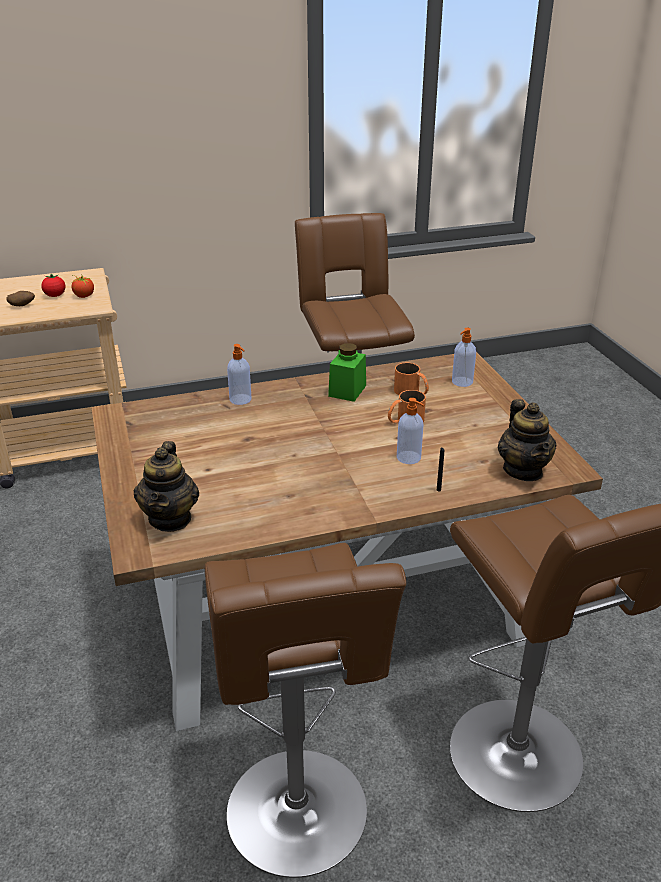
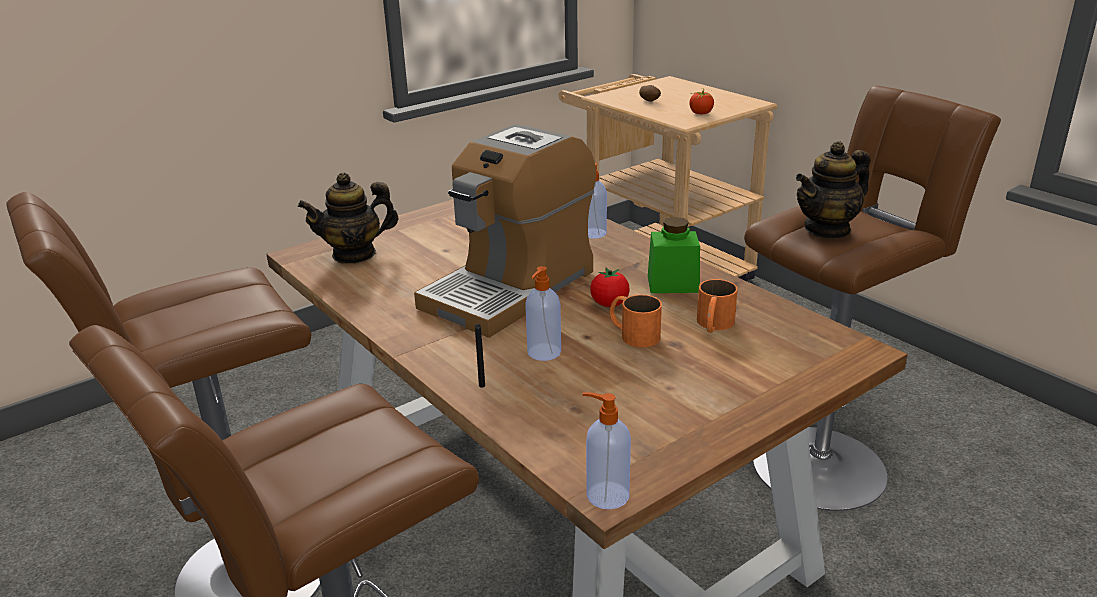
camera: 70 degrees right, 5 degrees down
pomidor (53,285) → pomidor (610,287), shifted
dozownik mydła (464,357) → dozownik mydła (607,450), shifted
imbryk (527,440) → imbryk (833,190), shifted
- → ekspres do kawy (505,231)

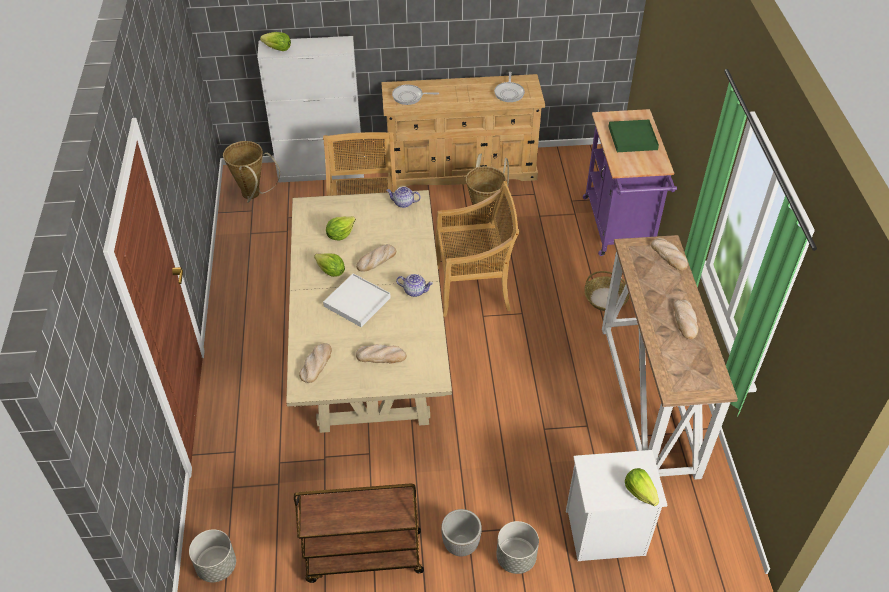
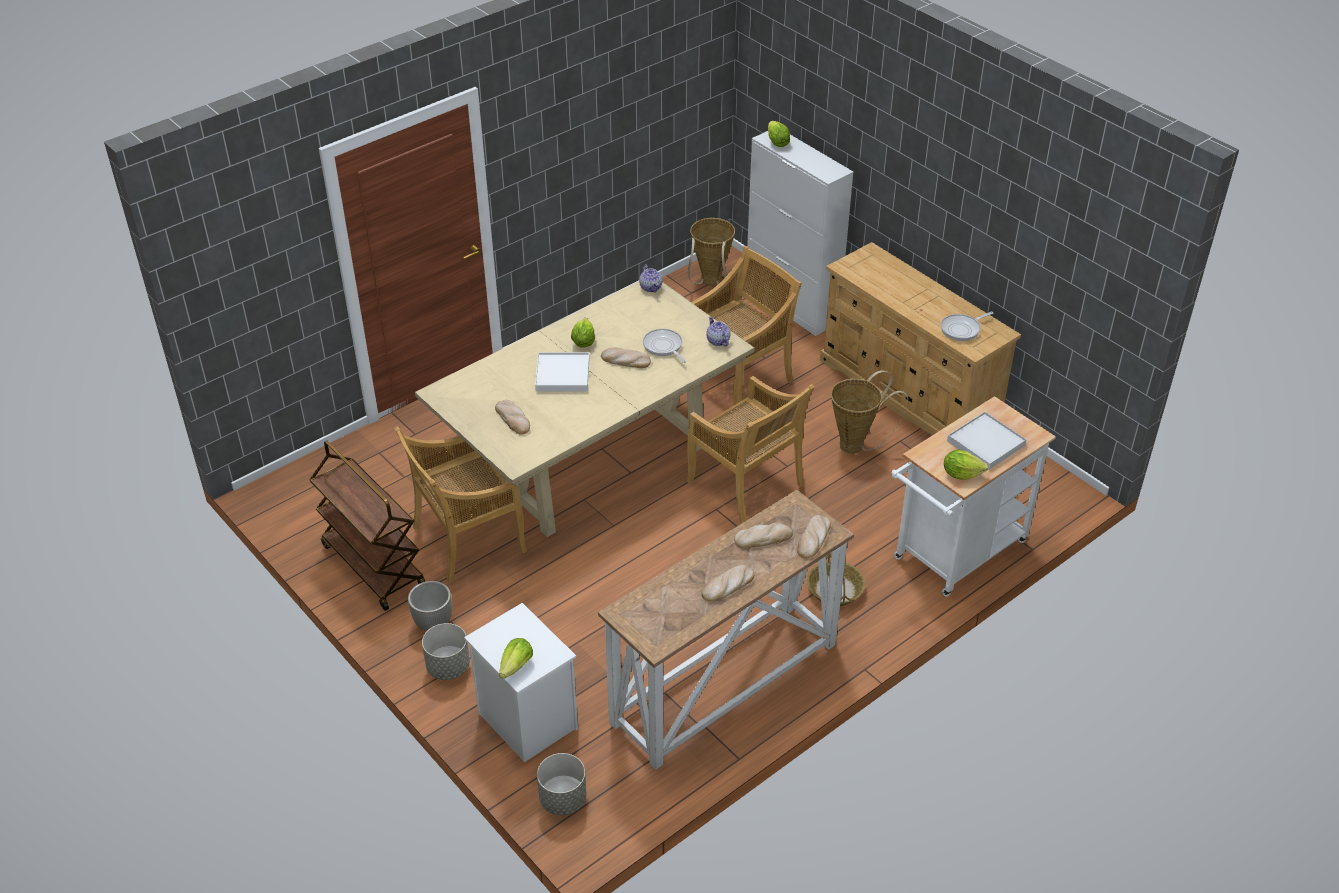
camera: 55 degrees right, 5 degrees down
donica (szary) (212,555) → donica (szary) (562,784), shifted
chleb (315,363) → chleb (763,535), shifted
sałata (341,228) → sałata (966,465), shifted
patelnia (415,95) → patelnia (664,346), shifted
imbryk (414,285) → imbryk (650,278), shifted
wózek (fioletowy) (630,182) → wózek (biały) (973,496)
taca (zielony) (633,136) → taca (biały) (987,441)
- → krzesło (beżowy) (460,504)

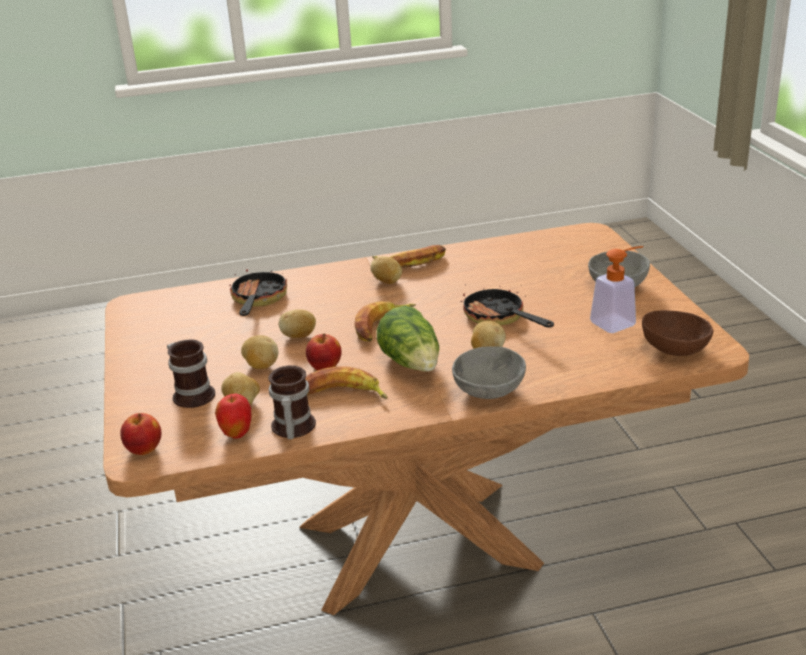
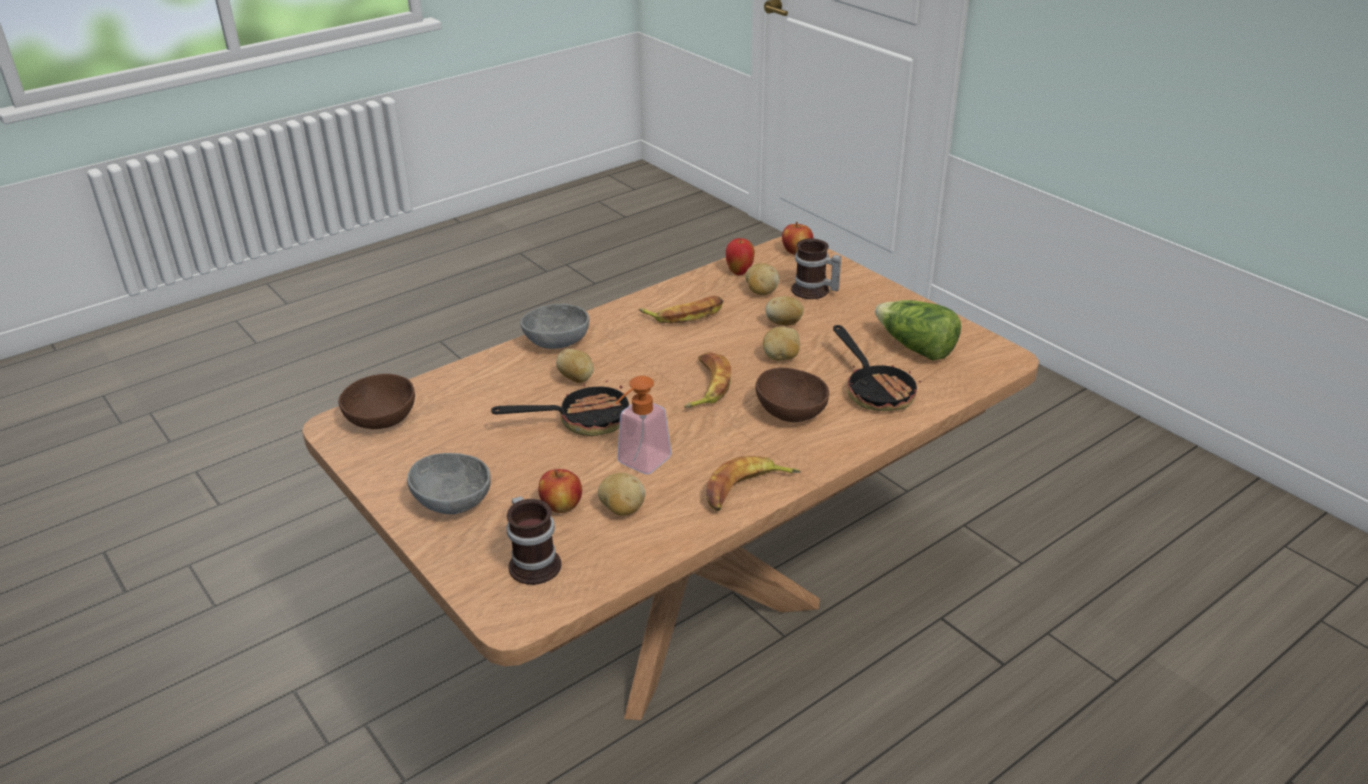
camera: 155 degrees right, 5 degrees up
kubek (292,402) → kubek (533,540), shifted
jabłko (324,351) → jabłko (560,491), shifted
ziemniak (386,270) → ziemniak (621,494), shifted
sałata (408,339) → sałata (918,330), shifted
patelnia (507,307) → patelnia (560,408), 45 degrees counterclockwise
dozownik mydła (616,289) → dozownik mydła (643,425), shifted
- → miska (brązowy) (792,395)

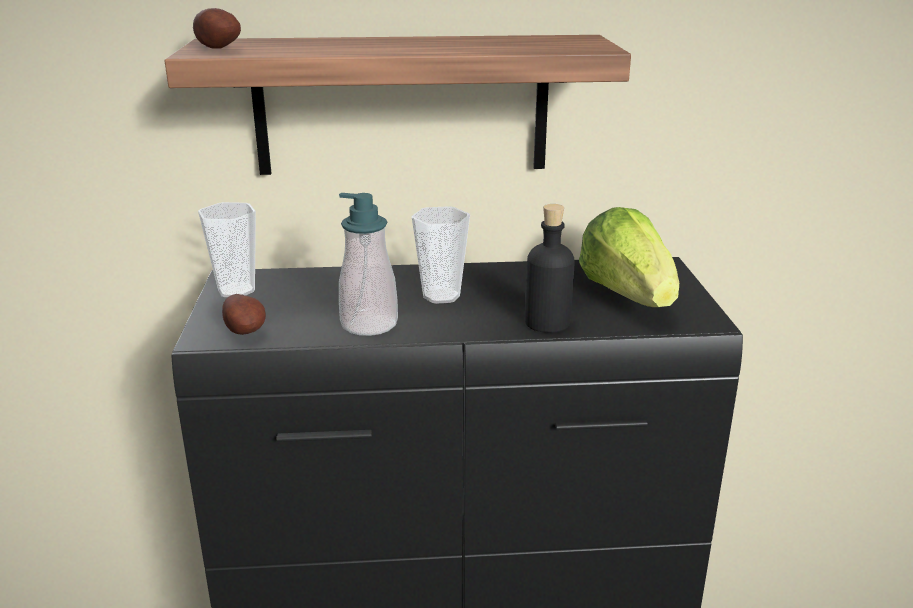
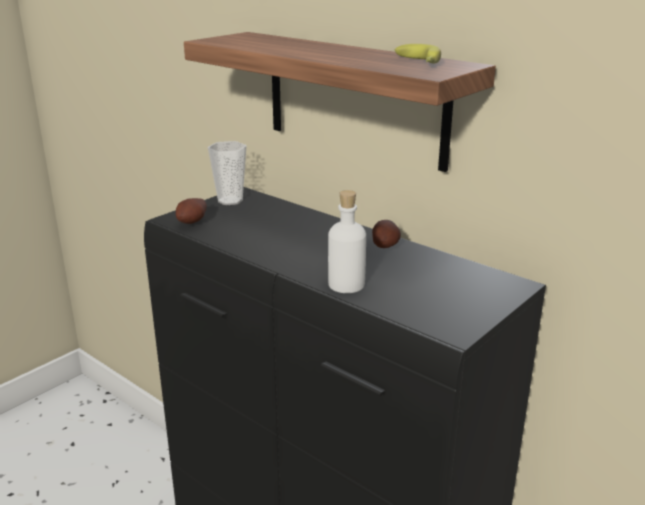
camera: 45 degrees right, 0 degrees up
ziemniak (217,28) → ziemniak (386,234), shifted
dozownik mydła (368,264) → -
filiżanka (440,255) → -
butelka (czarny) (550,268) → butelka (biały) (347,241)
sałata (629,257) → -
- → banan (417,54)

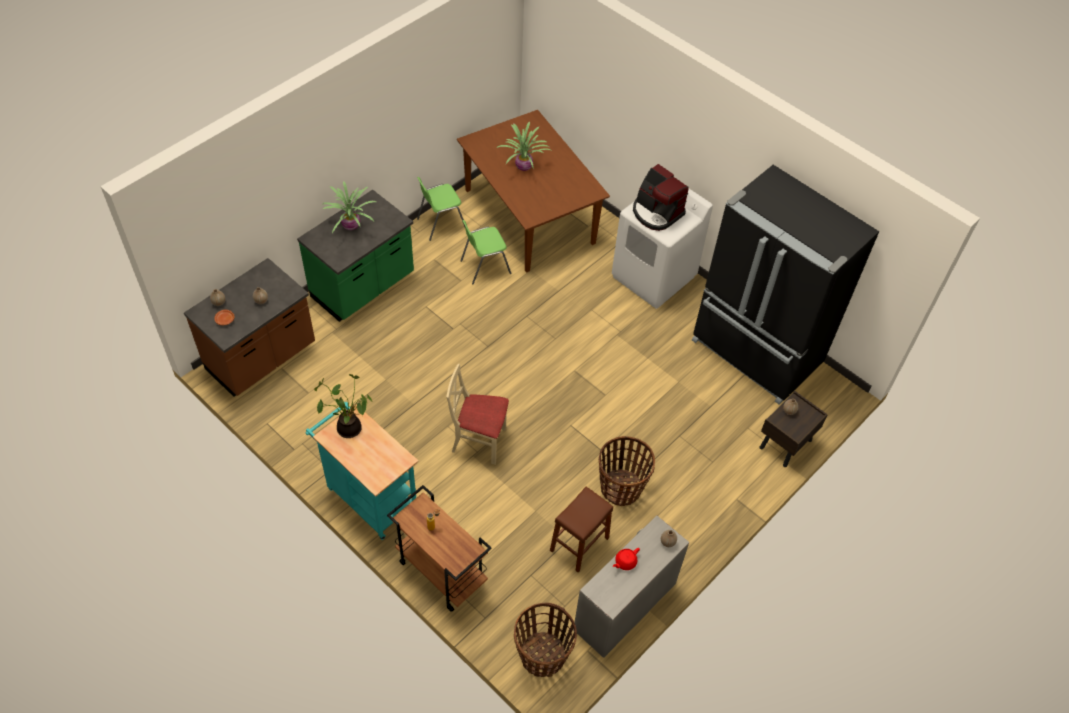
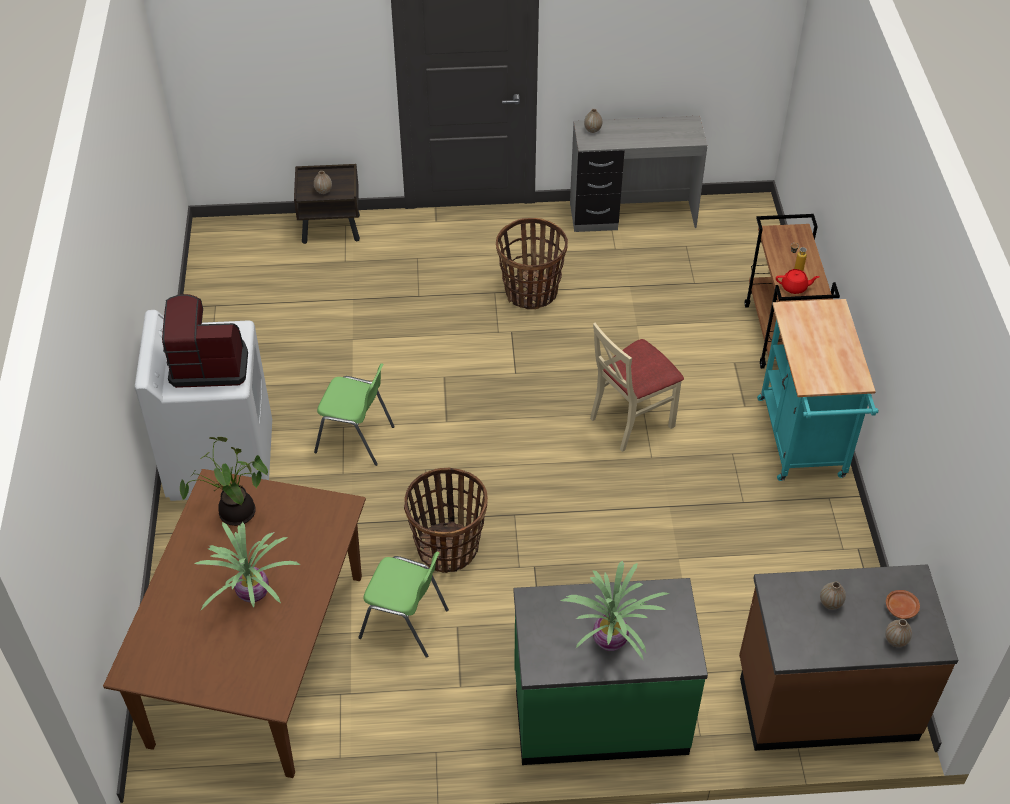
camera: 135 degrees left, 5 degrees down
roślina doniczkowa (343,406) → roślina doniczkowa (224,481), shifted
krzesło (zielony) (441,209) → krzesło (zielony) (354,414), shifted
krzesło (beżowy) (477,414) → krzesło (beżowy) (637,387), 90 degrees clockwise
koszyk (545,640) → koszyk (446,520), shifted
stołek (brązowy) (581,529) → -
imbryk (czerwony) (626,559) → imbryk (czerwony) (797,281), shifted
ekspres do kawy (661,197) → ekspres do kawy (205,341), 90 degrees counterclockwise
lodówka (czarny) (785,284) → -

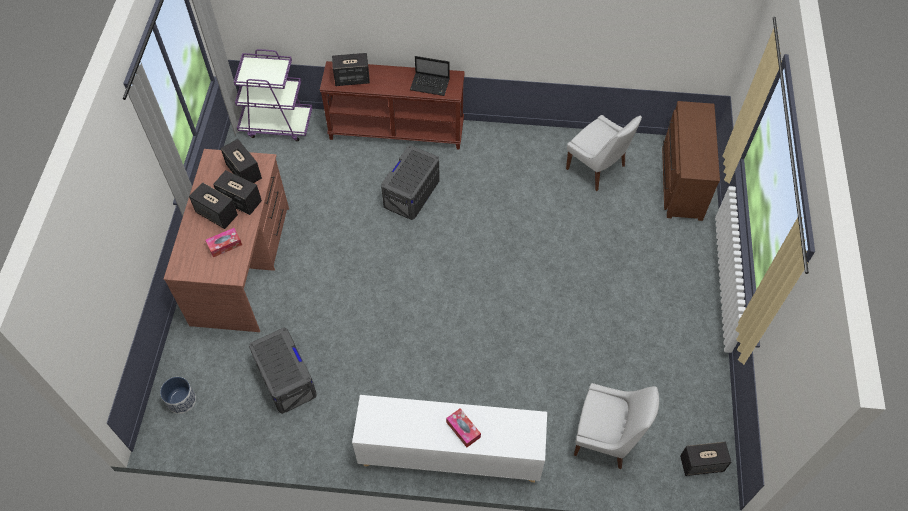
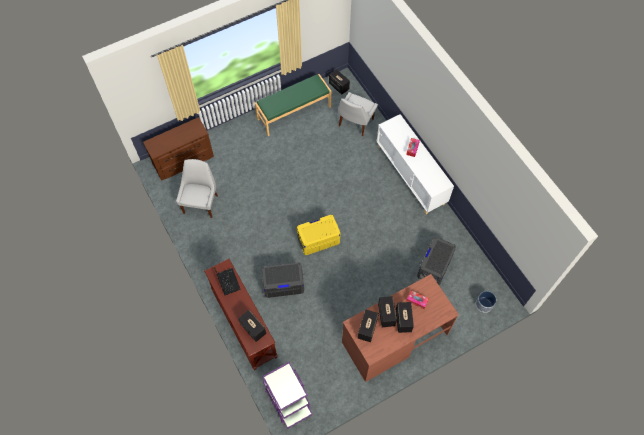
camera: 125 degrees left, 5 degrees up
krzesło (biały) (616,426) → krzesło (biały) (358,114), 135 degrees counterclockwise
- → ławka (zielony) (293,105)
- → pojemnik do przechowywania (żółty) (318,235)

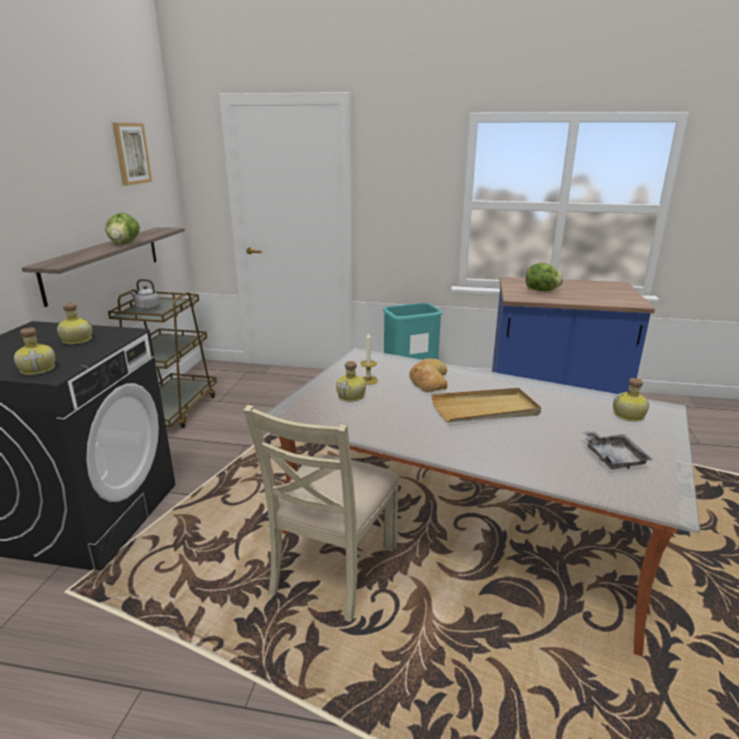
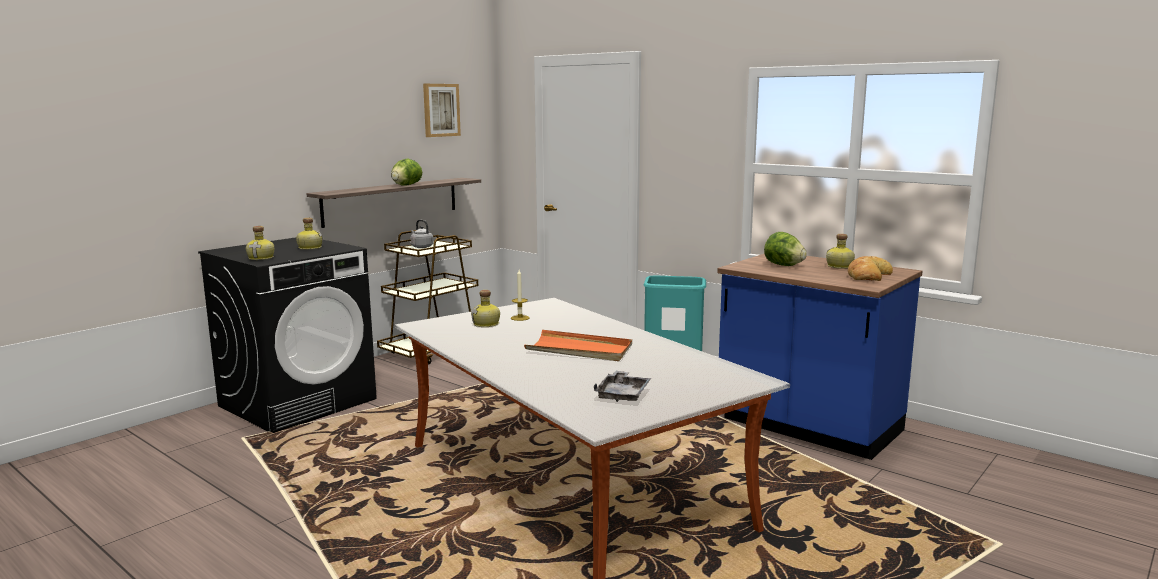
camera: 30 degrees right, 10 degrees down
krzesło (beżowy) (321,513) → -
chleb (428,375) → chleb (870,268), shifted
taca (beżowy) (486,405) → taca (pomarańczowy) (578,345)
butelka (631,399) → butelka (840,251), shifted

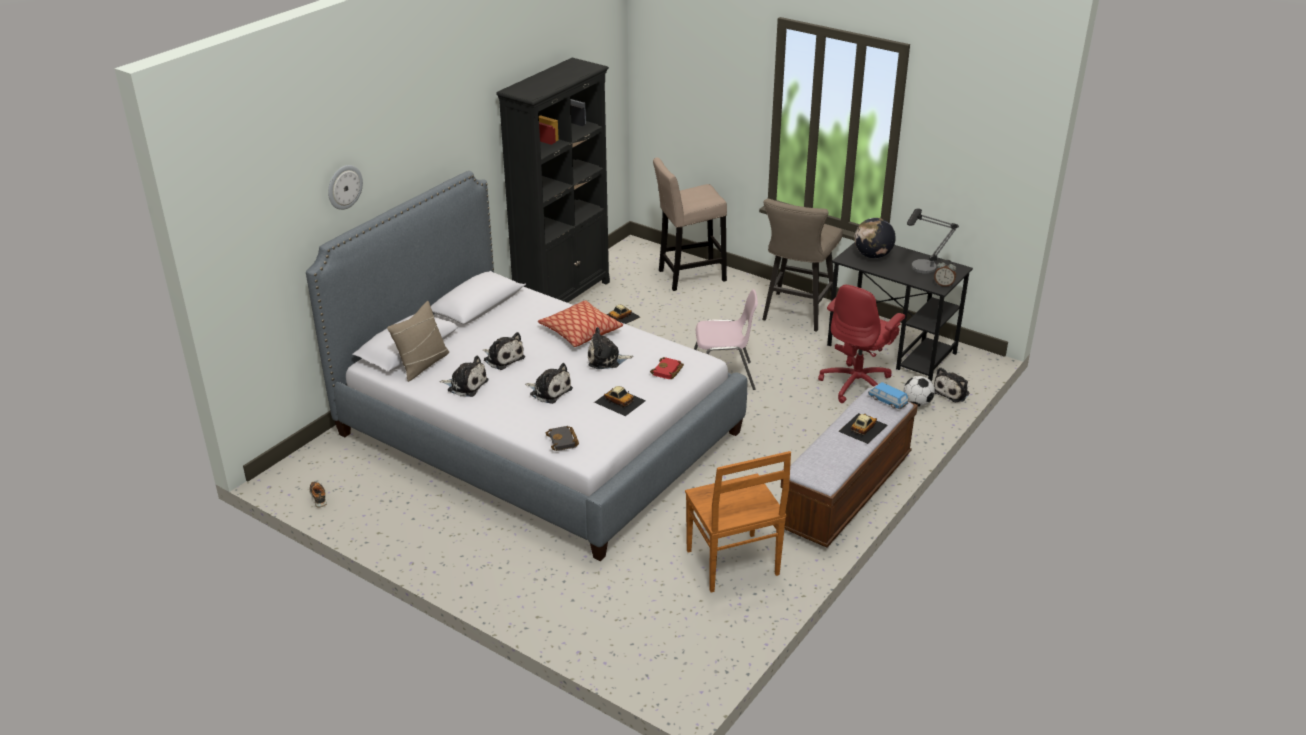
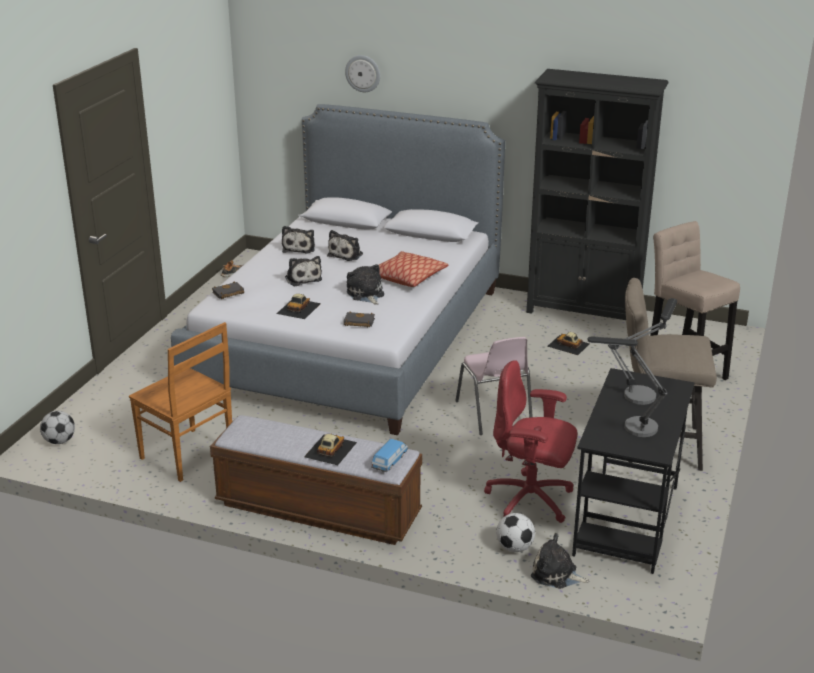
camera: 75 degrees right, 5 degrees down
poduszka (beżowy) (418,341) → -
pluszak (549,383) → pluszak (303,271), 45 degrees counterclockwise
książka (czerwony) (667,368) → książka (czarny) (359,319)
krzesło (brązowy) (738,521) → krzesło (brązowy) (180,402), 105 degrees counterclockwise
samochodzik (863,428) → samochodzik (330,449), 90 degrees counterclockwise
globus (875,238) → lampa stołowa (642,351)
budzik (945,273) → -
- → piłka futbolowa (57,427)

